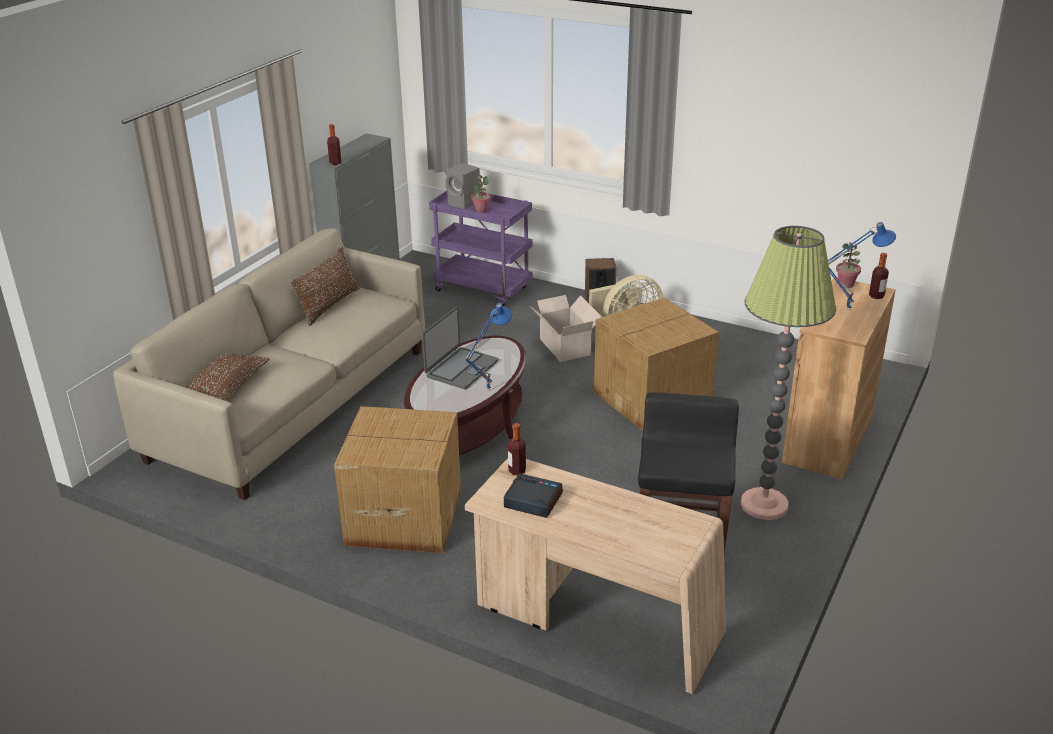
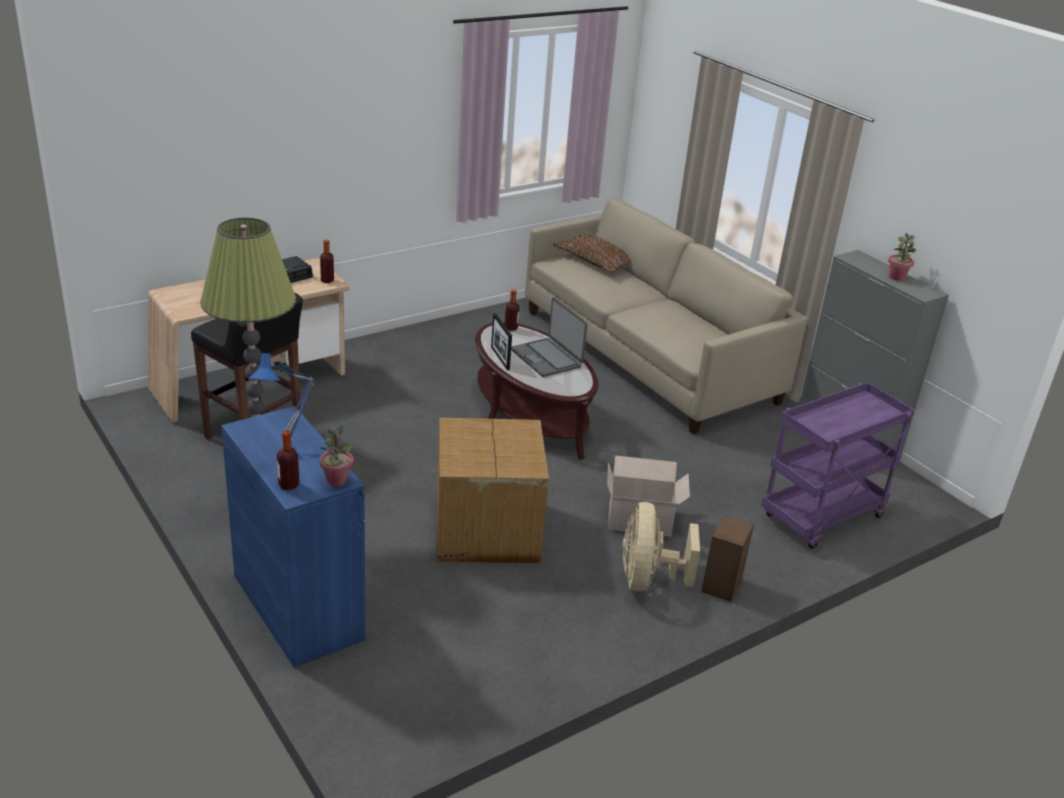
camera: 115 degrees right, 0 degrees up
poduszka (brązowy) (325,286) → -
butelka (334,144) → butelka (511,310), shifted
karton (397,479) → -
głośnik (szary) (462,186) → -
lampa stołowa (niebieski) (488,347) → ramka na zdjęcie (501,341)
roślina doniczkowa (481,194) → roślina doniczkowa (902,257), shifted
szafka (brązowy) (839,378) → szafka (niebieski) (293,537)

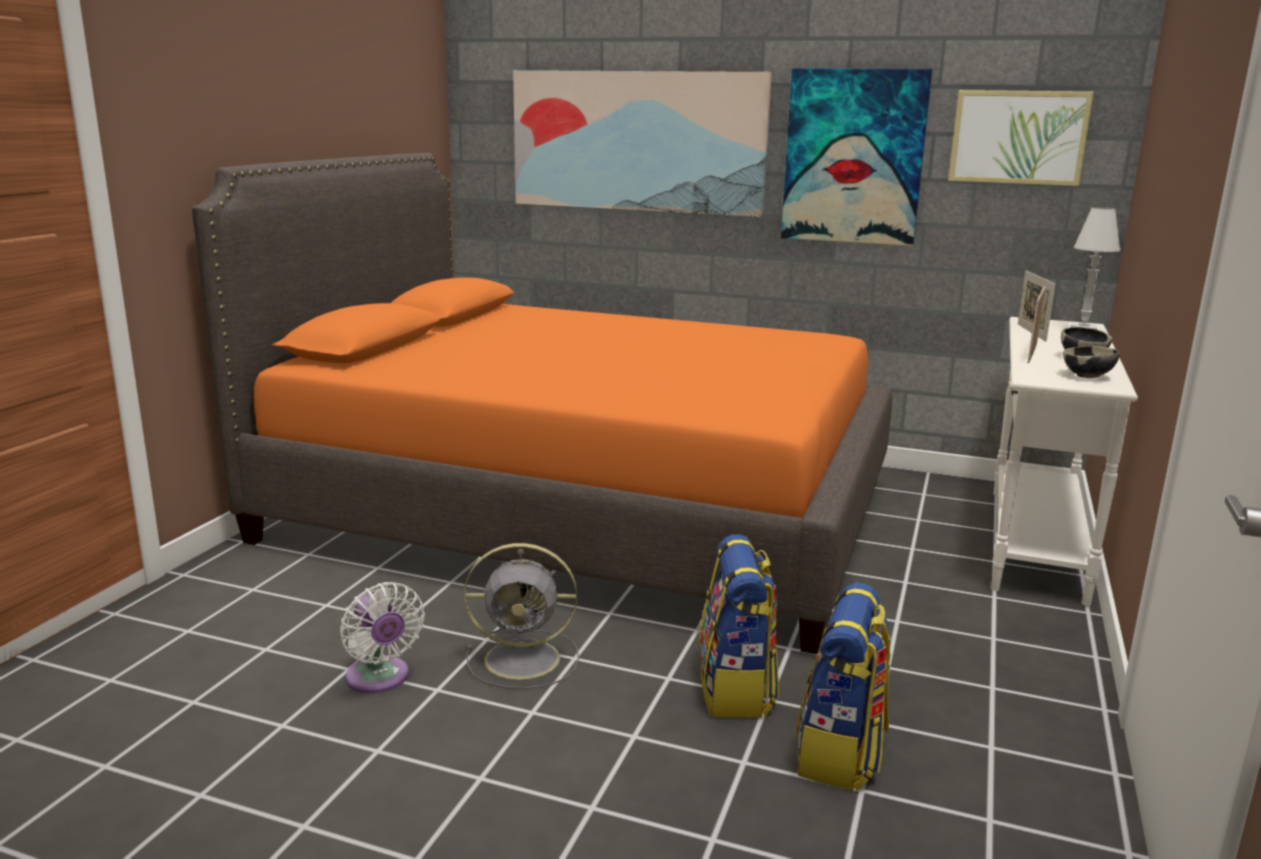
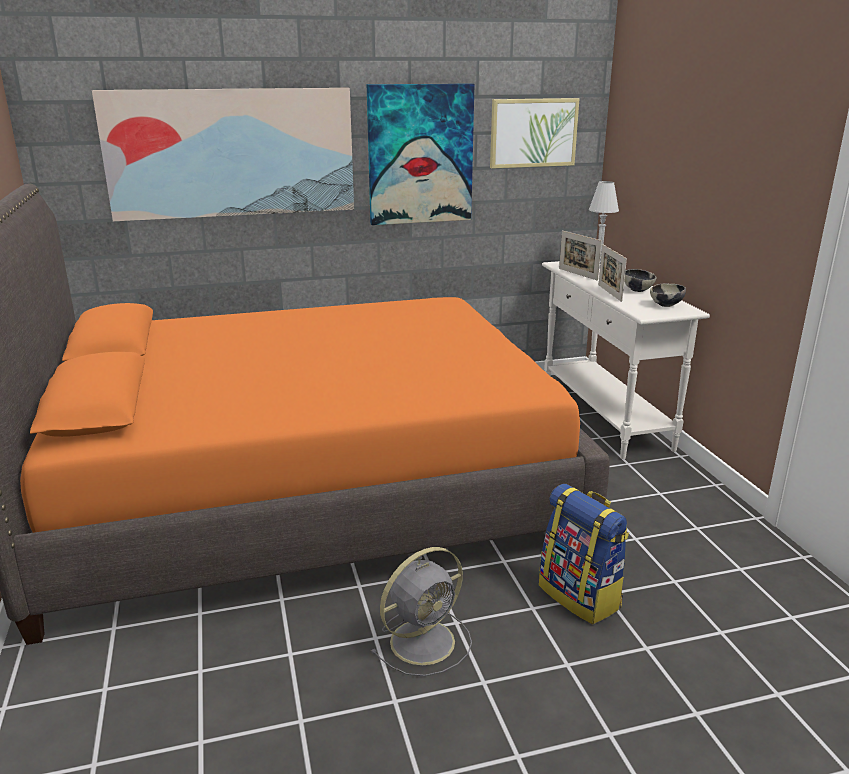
camera: 35 degrees left, 5 degrees up
wentylator (biały) (382,637) → -
plecak (843,686) → -

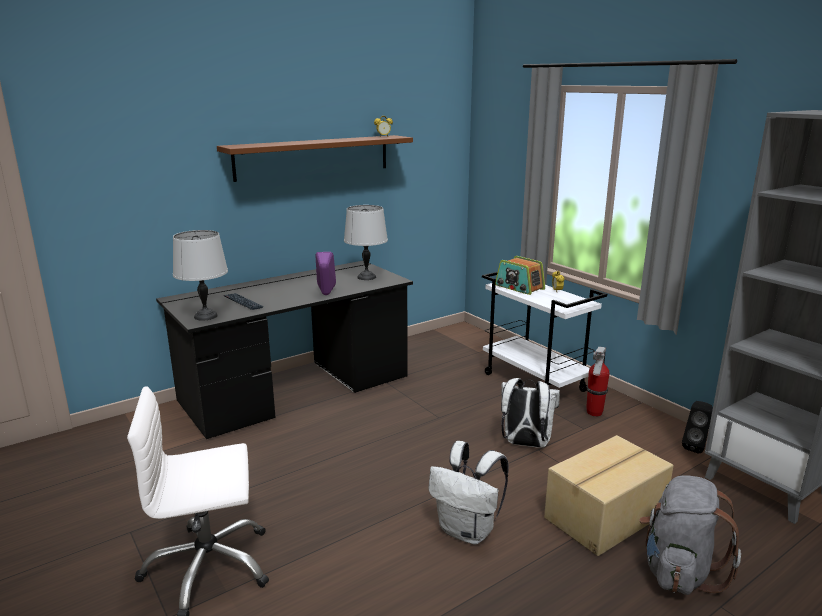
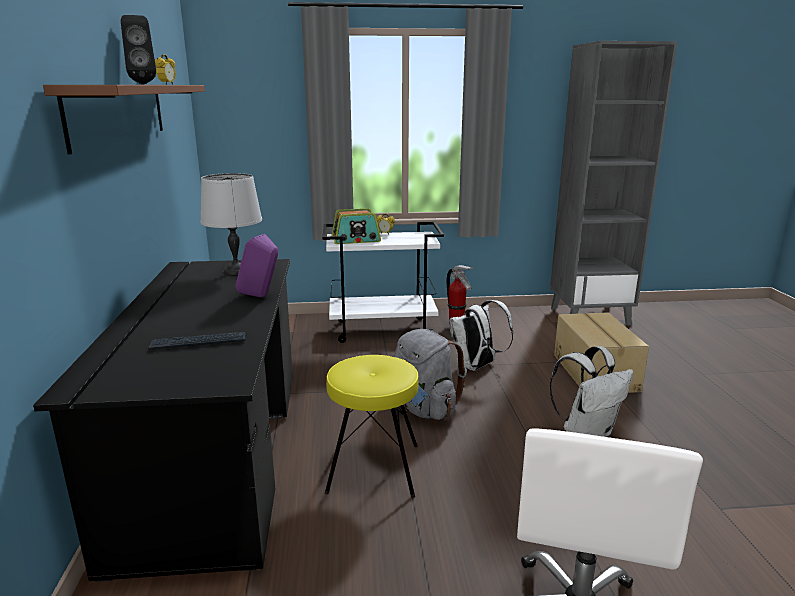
camera: 60 degrees left, 0 degrees up
lampa stołowa (szary) (200,275) → -
plecak (szary) (690,535) → plecak (szary) (430,374), shifted
głośnik (czarny) (697,427) → głośnik (czarny) (138,49), shifted
- → stołek (żółty) (372,426)

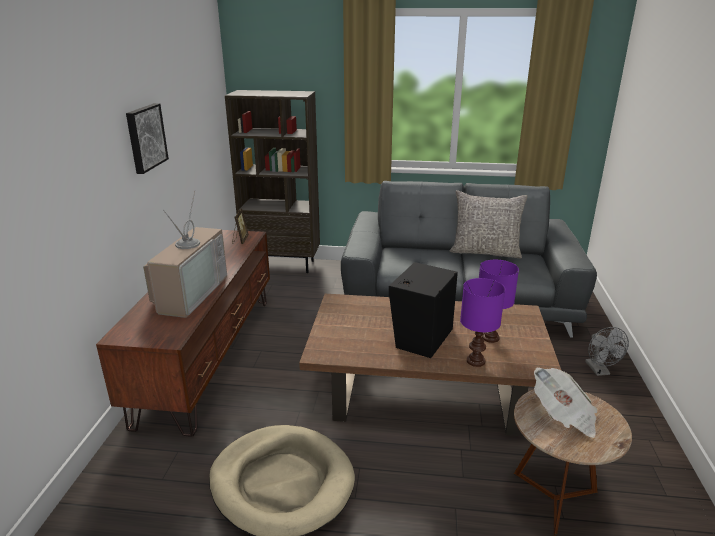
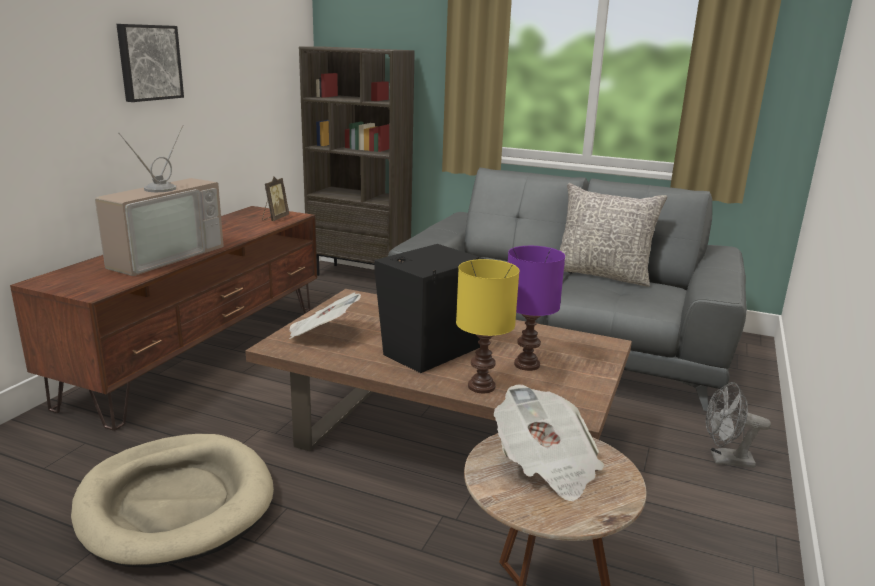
camera: 15 degrees right, 5 degrees down
lampa stołowa (fioletowy) (482,322) → lampa stołowa (żółty) (488,326)
wentylator (szary) (607,351) → wentylator (szary) (738,425), 90 degrees clockwise
- → gazeta (325,315)

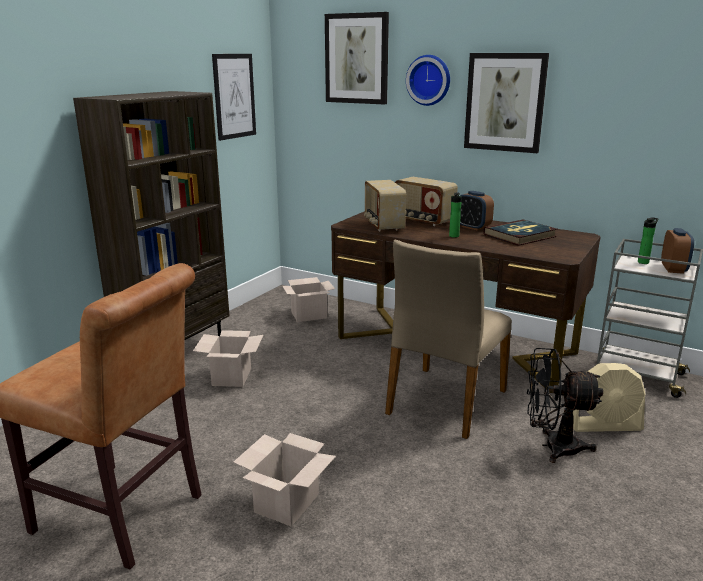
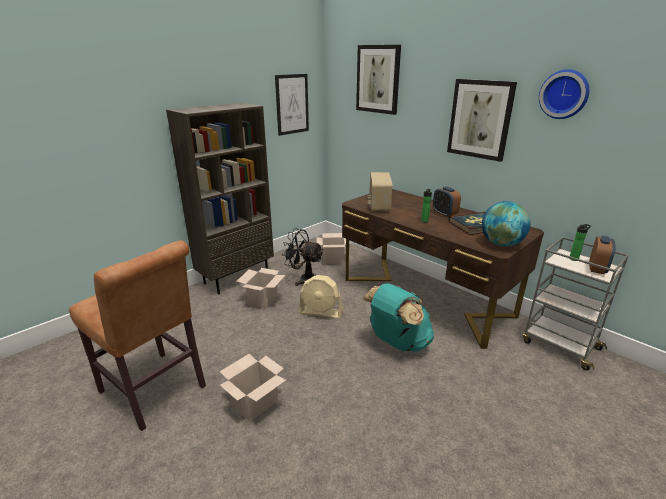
camera: 15 degrees right, 5 degrees up
krzesło (beżowy) (448,339) → plecak (turkusowy) (398,317)
radio (426,201) → -
zegar ścienny (428,80) → zegar ścienny (564,94), shifted
wentylator (czarny) (565,405) → wentylator (czarny) (303,257), shifted
wentylator (beżowy) (609,397) → wentylator (beżowy) (321,297), shifted
- → globus (506,223)

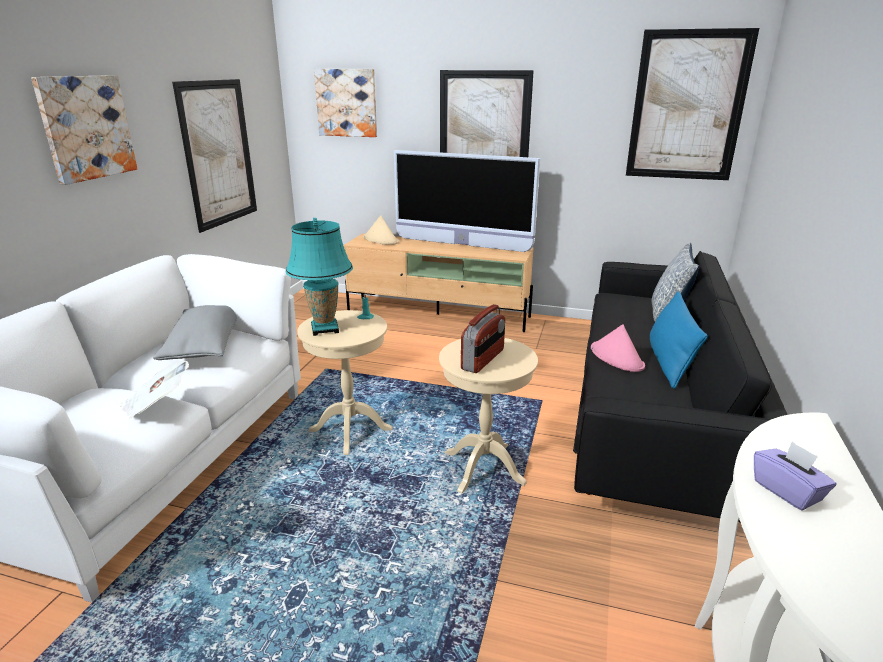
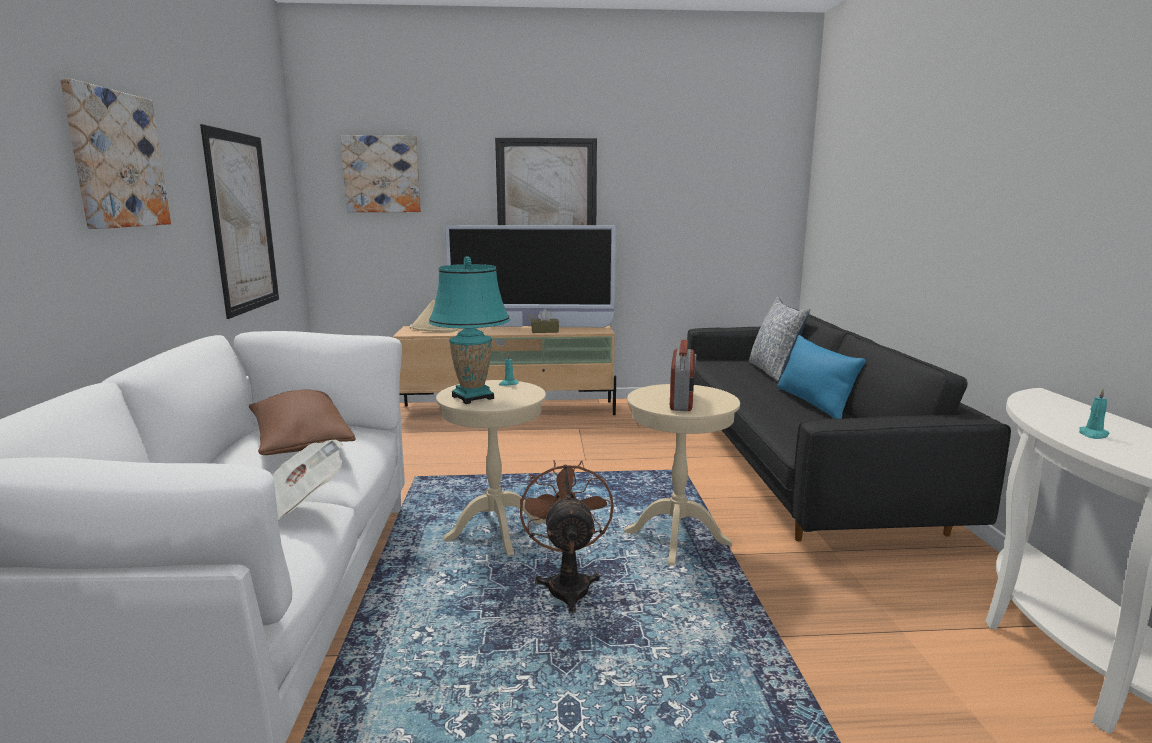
camera: 20 degrees left, 10 degrees down
poduszka (szary) (195,332) → poduszka (brązowy) (302,422)
kapelusz (różowy) (618,348) → -
obraz (692,104) → -
pudełko chusteczek (fioletowy) (795,476) → świeca (turkusowy) (1094,414)
- → wentylator (brązowy) (567,537)
- → pudełko chusteczek (brązowy) (545,321)

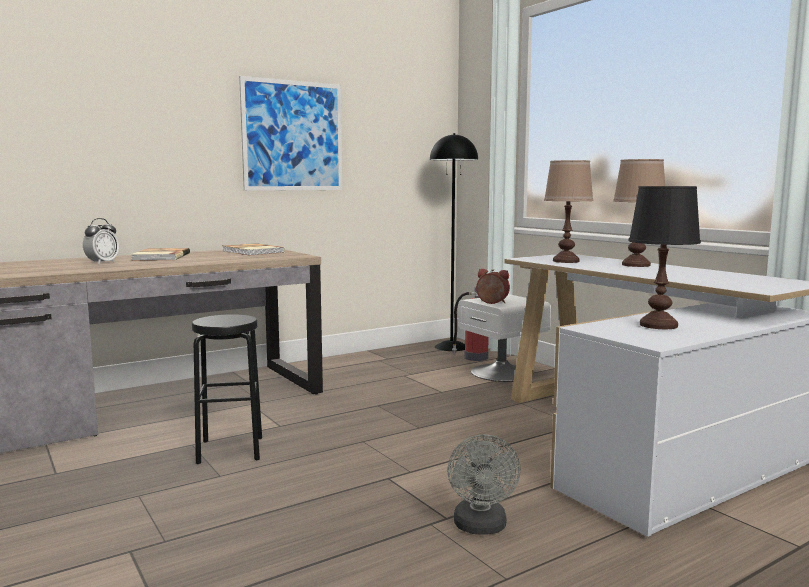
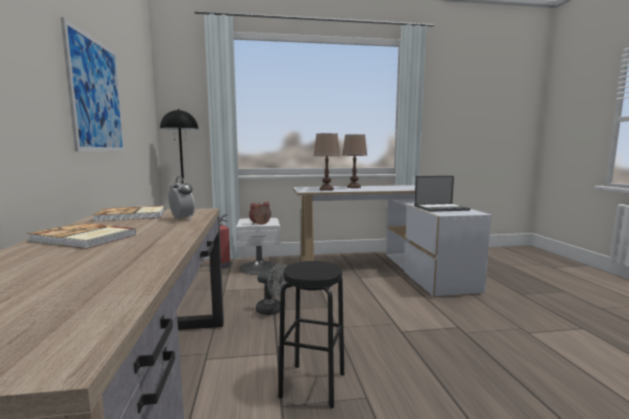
camera: 65 degrees left, 0 degrees up
budzik (101,241) → budzik (182,198), shifted
wentylator (szary) (484,484) → wentylator (szary) (272,289), shifted
lampa stołowa (czarny) (664,257) → laptop (442,194)

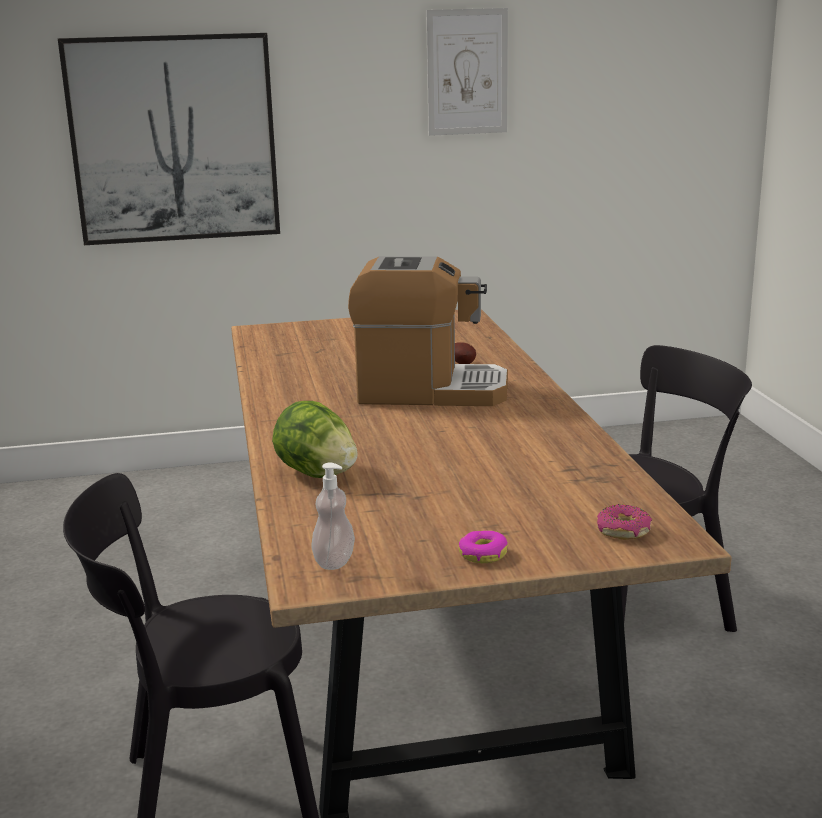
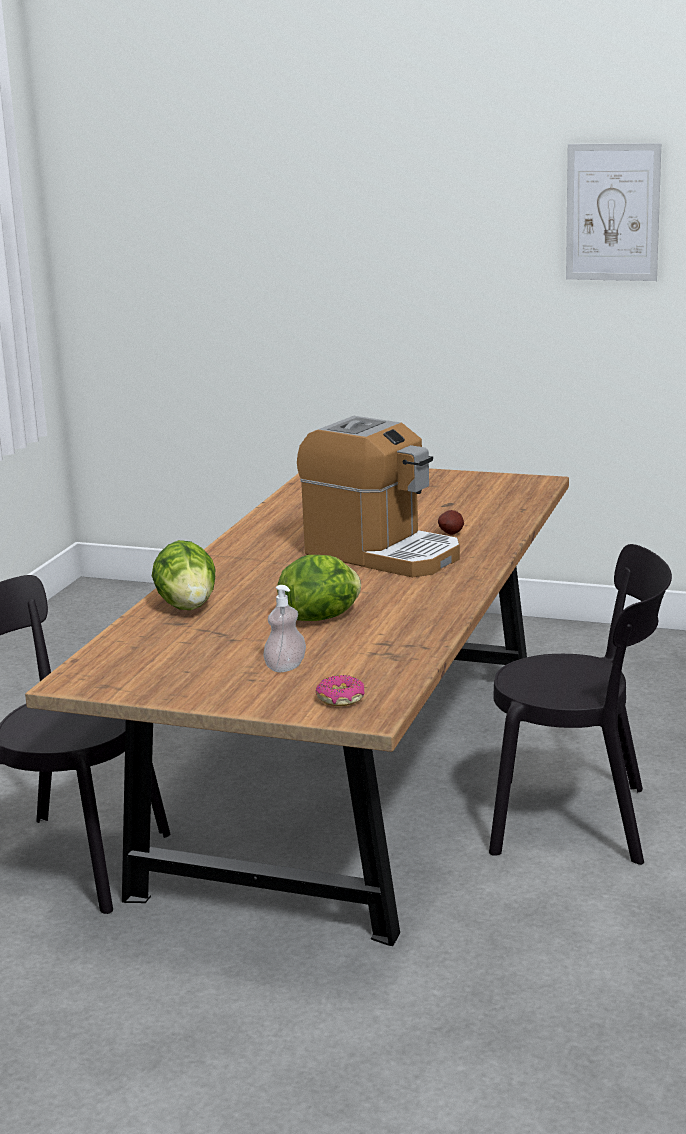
camera: 30 degrees right, 0 degrees up
obraz (169,139) → -
dozownik mydła (333,516) → dozownik mydła (284,628), shifted
donut (483,547) → -
- → sałata (319,588)

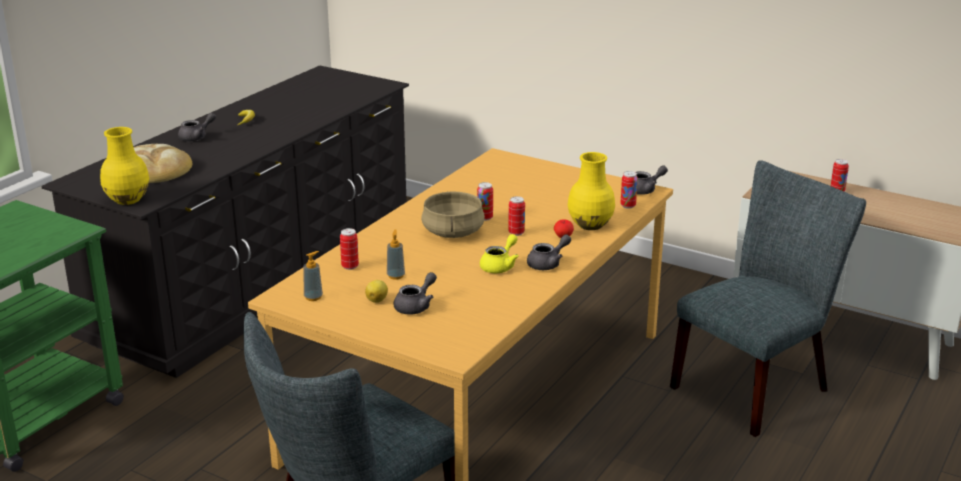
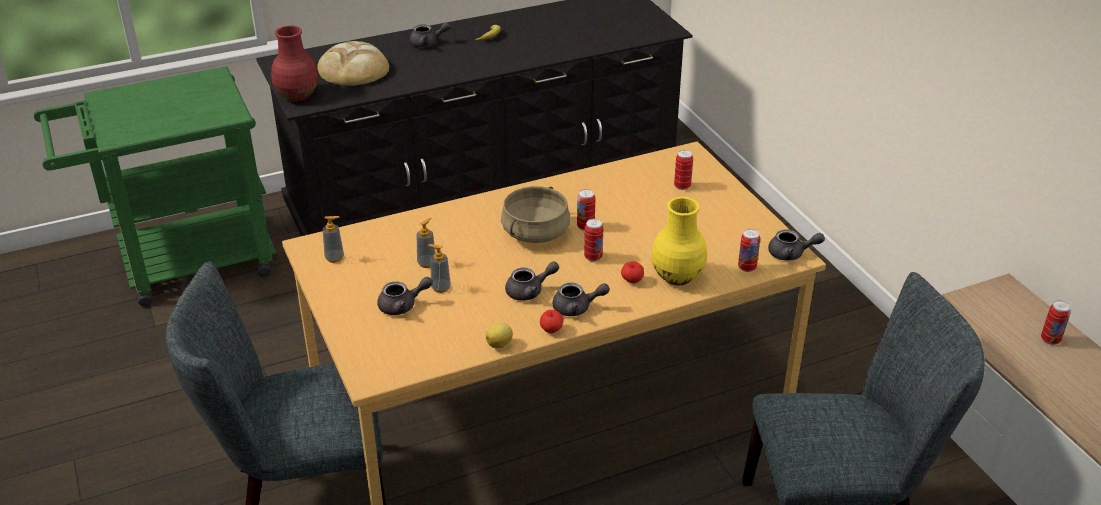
camera: 35 degrees right, 10 degrees up
wazon (żółty) (124,166) → wazon (czerwony) (294,63)
puszka (349,249) → puszka (683,170), shifted
cytryna (376,291) → cytryna (499,335), shifted
imbryk (żółty) (499,253) → imbryk (szary) (532,281)
- → dozownik mydła (439,268)
- → jabłko (552,321)

